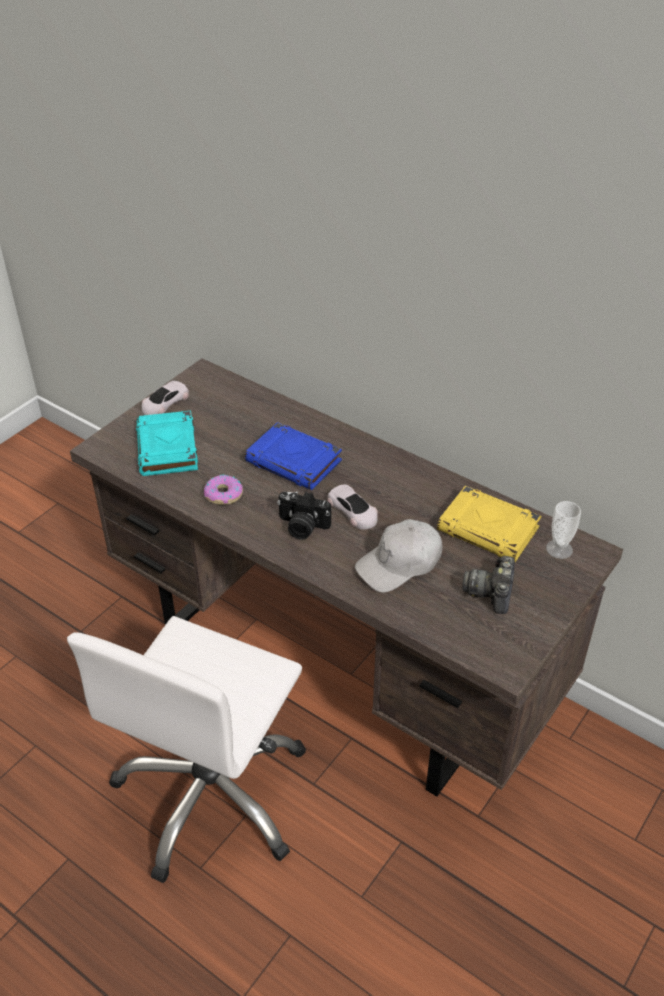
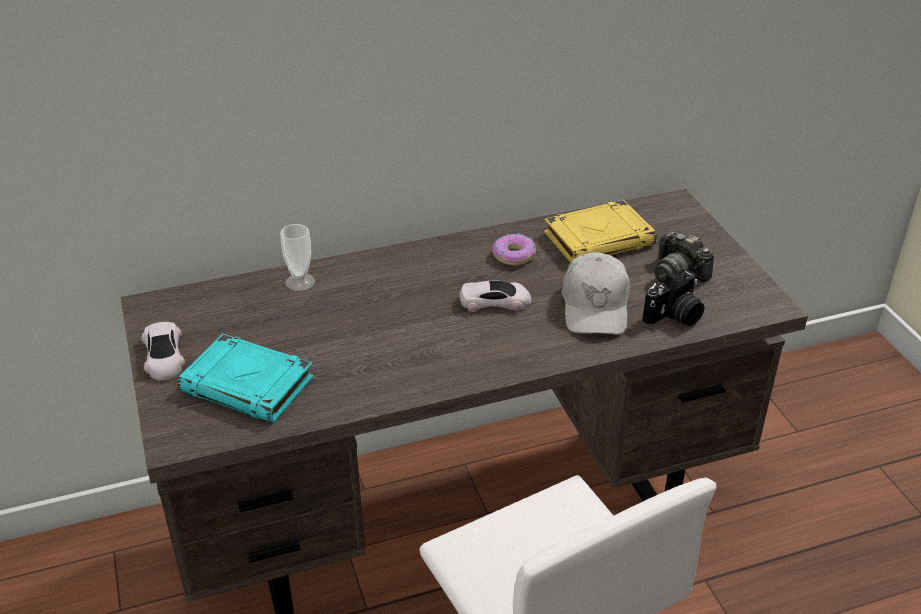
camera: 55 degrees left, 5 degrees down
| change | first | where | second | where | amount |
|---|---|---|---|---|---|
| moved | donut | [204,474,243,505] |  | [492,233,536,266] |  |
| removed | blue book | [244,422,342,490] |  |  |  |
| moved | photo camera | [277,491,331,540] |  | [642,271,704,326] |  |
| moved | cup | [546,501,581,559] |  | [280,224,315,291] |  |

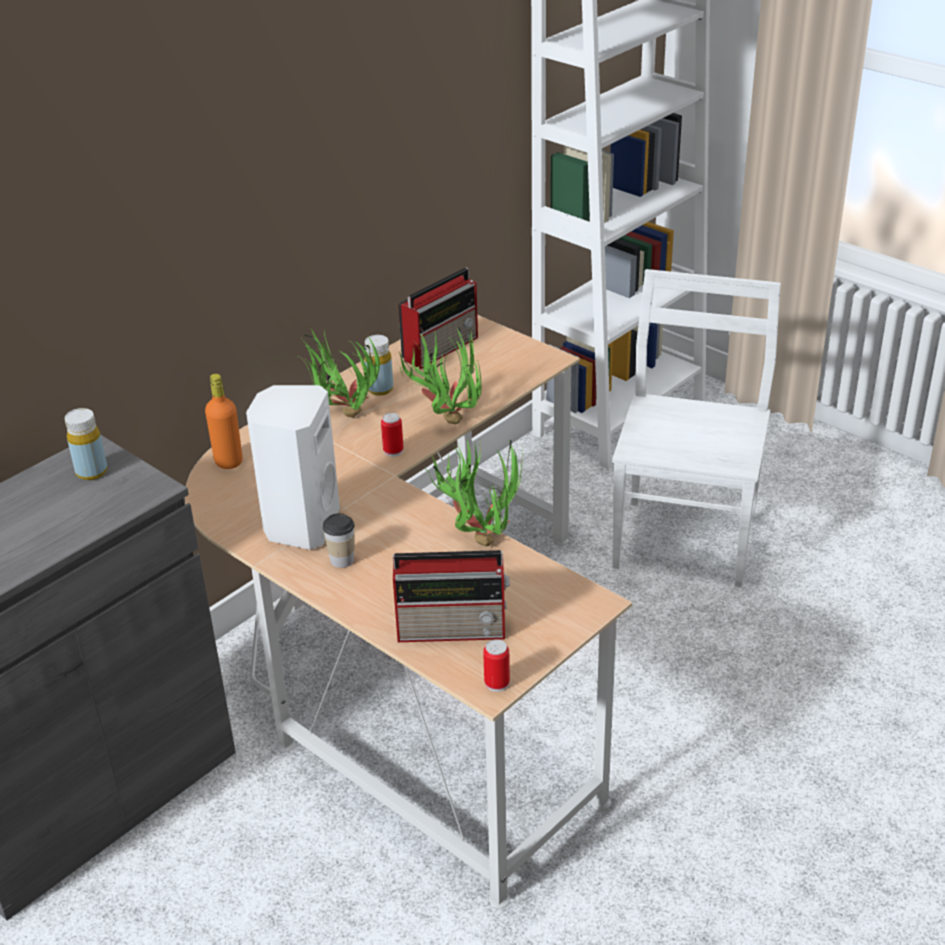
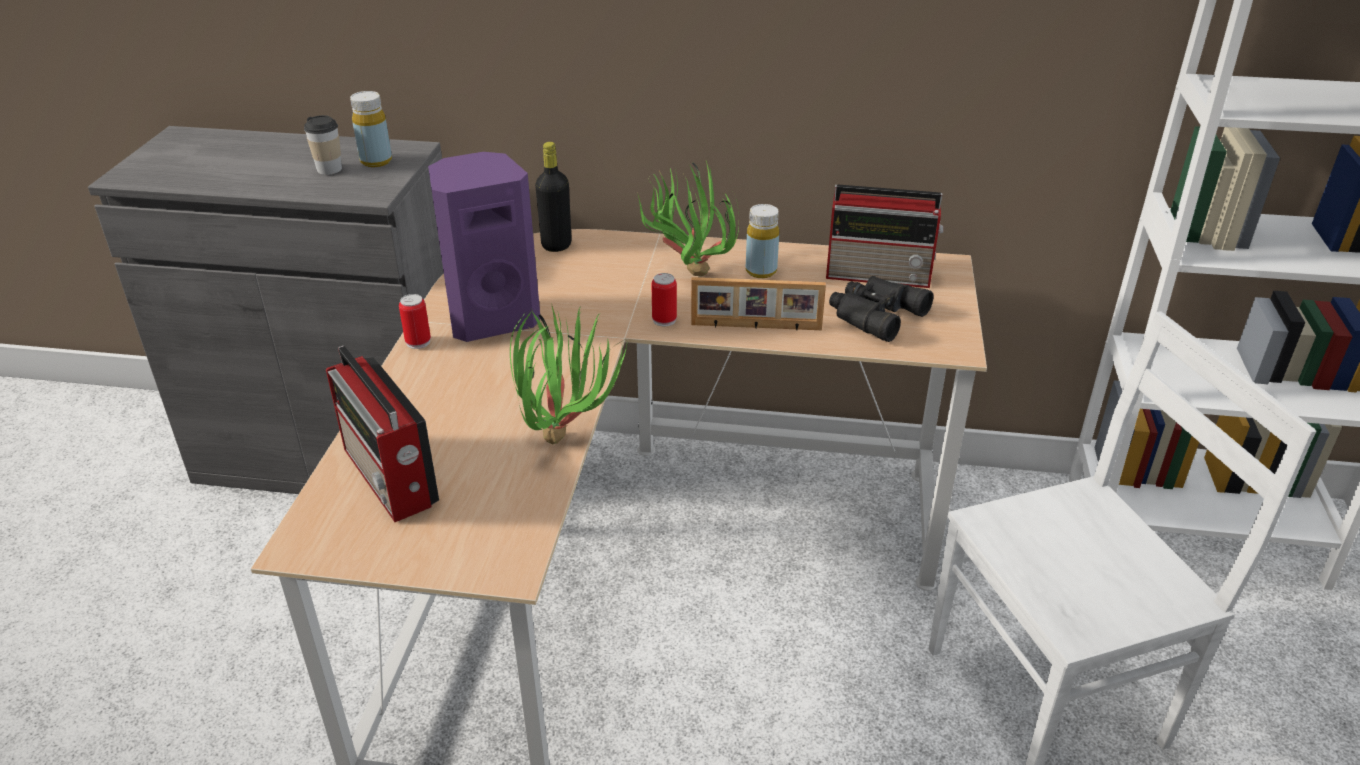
camera: 55 degrees right, 0 degrees up
| change | first | where | second | where | amount |
|---|---|---|---|---|---|
| recoloured | orange bottle | [205,374,243,469] | black bottle | [535,142,572,252] |  |
| recoloured | white speaker | [246,385,340,550] | purple speaker | [428,152,540,342] |  |
| moved | cup | [323,513,355,568] |  | [304,115,342,175] |  |
| replaced | potted plant | [399,327,482,424] | picture frame | [691,277,826,331] |  |
| moved | can | [483,639,510,692] |  | [399,294,431,349] |  |
| added |  |  | black binoculars | [829,276,933,342] |  |

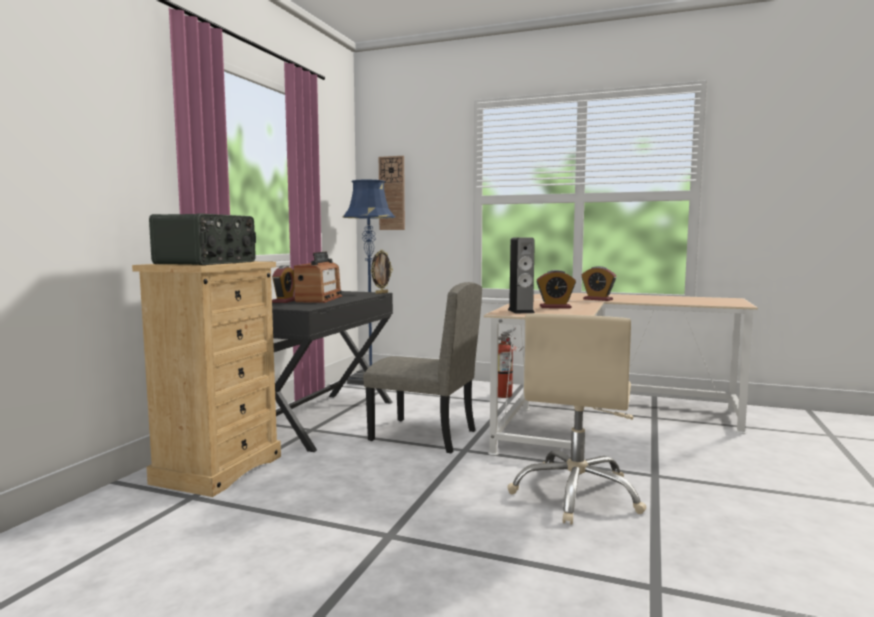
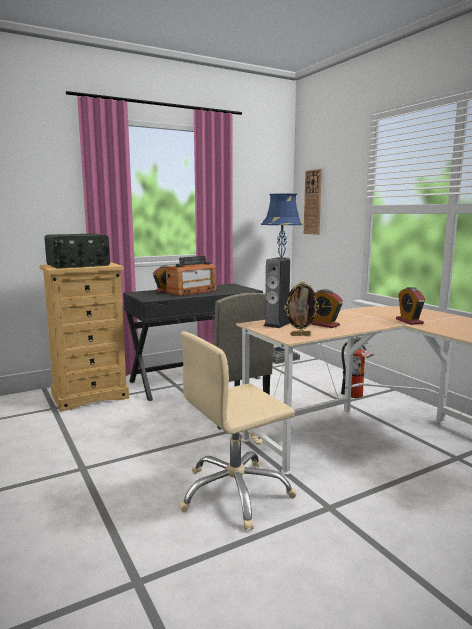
camera: 40 degrees right, 5 degrees up
| change | first | where | second | where | amount |
|---|---|---|---|---|---|
| moved | picture frame | [371,250,393,294] |  | [284,282,319,336] |  |

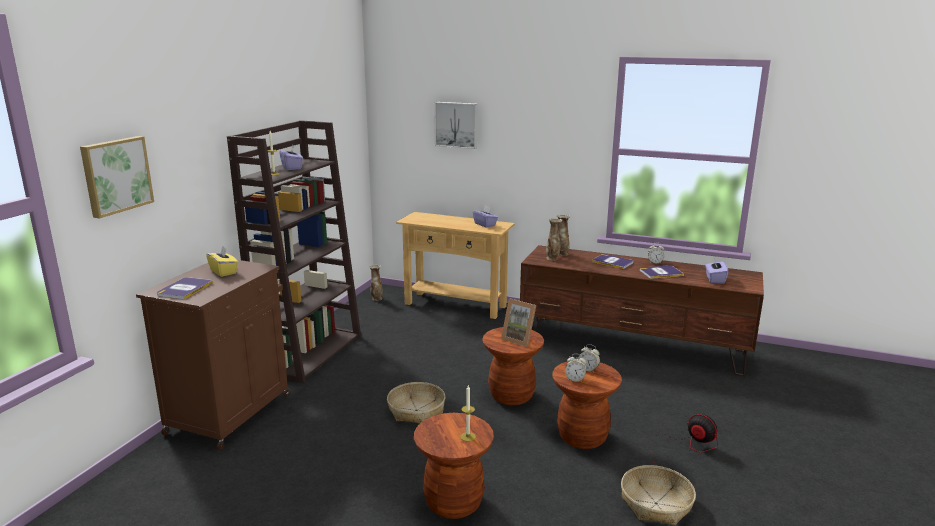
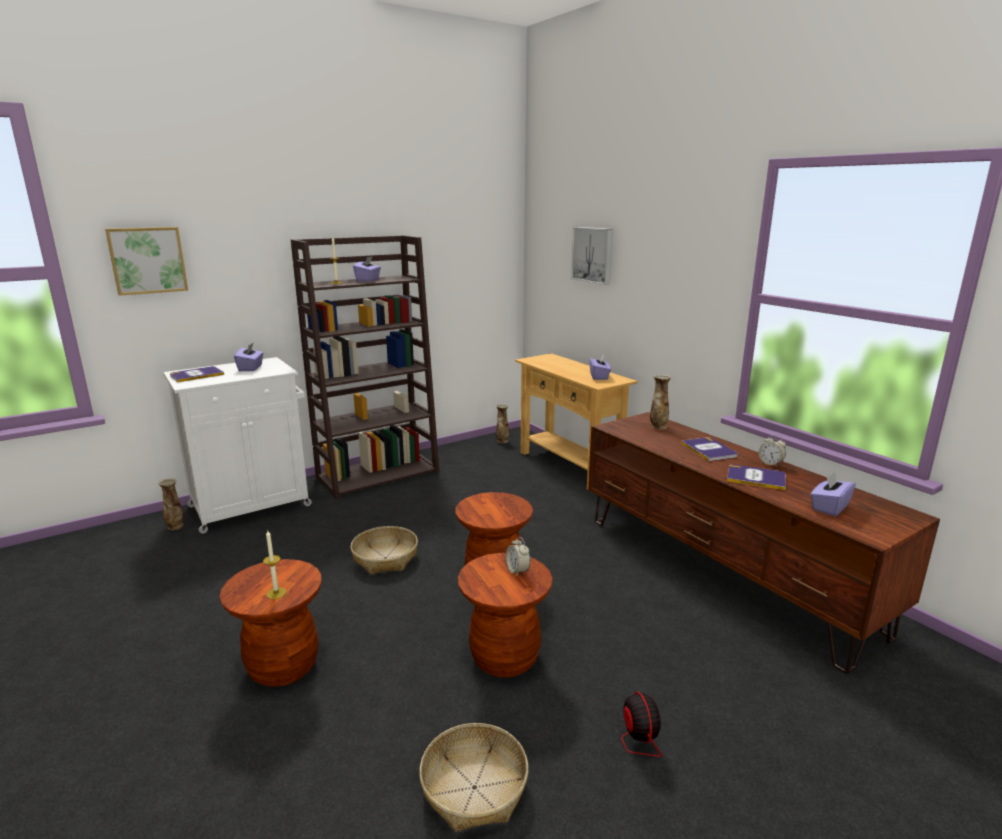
camera: 35 degrees right, 0 degrees up
| change | first | where | second | where | amount |
|---|---|---|---|---|---|
| recoloured | brown cabinet | [136,260,289,450] | white cabinet | [163,357,312,534] |  |
| recoloured | yellow tissue box | [206,245,238,277] | purple tissue box | [234,343,263,371] |  |
| removed | picture frame | [501,299,536,347] |  |  |  |
| moved | vase | [546,218,562,261] |  | [158,478,184,530] |  |
| removed | alarm clock | [565,354,587,382] |  |  |  |

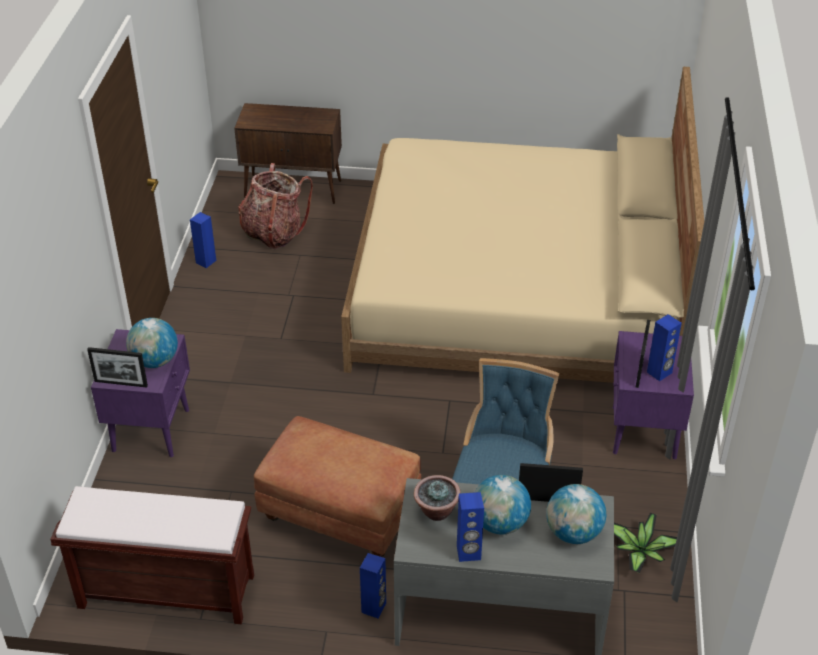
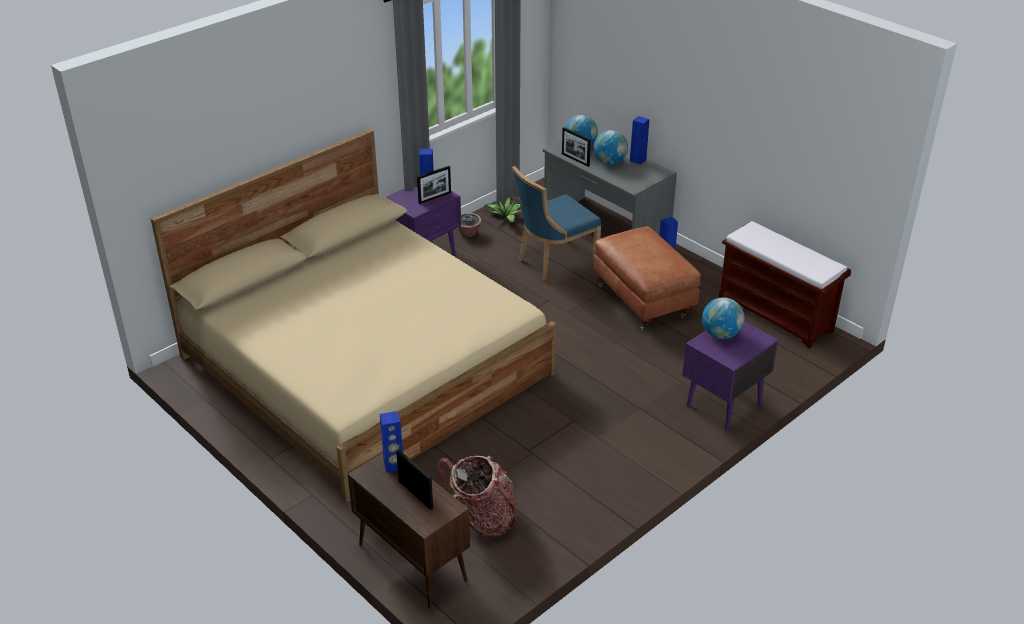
camera: 140 degrees left, 5 degrees down
| change | first | where | second | where | amount |
|---|---|---|---|---|---|
| moved | picture frame | [87,347,148,388] |  | [396,450,433,510] |  |
| moved | blue speaker | [190,212,216,268] |  | [380,411,403,473] |  |
| moved | potted plant | [414,475,461,521] |  | [458,213,482,237] |  |

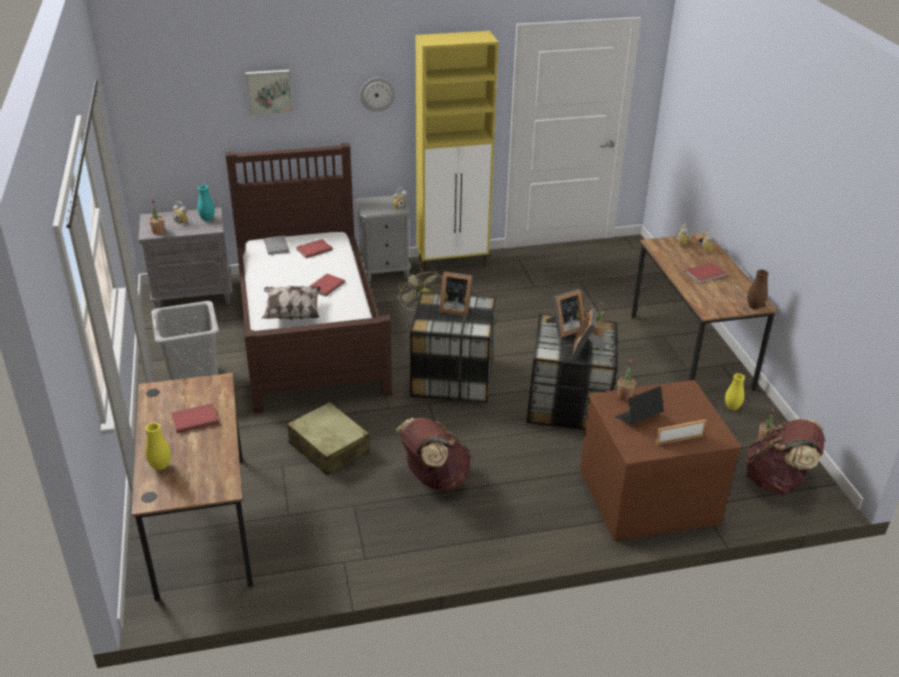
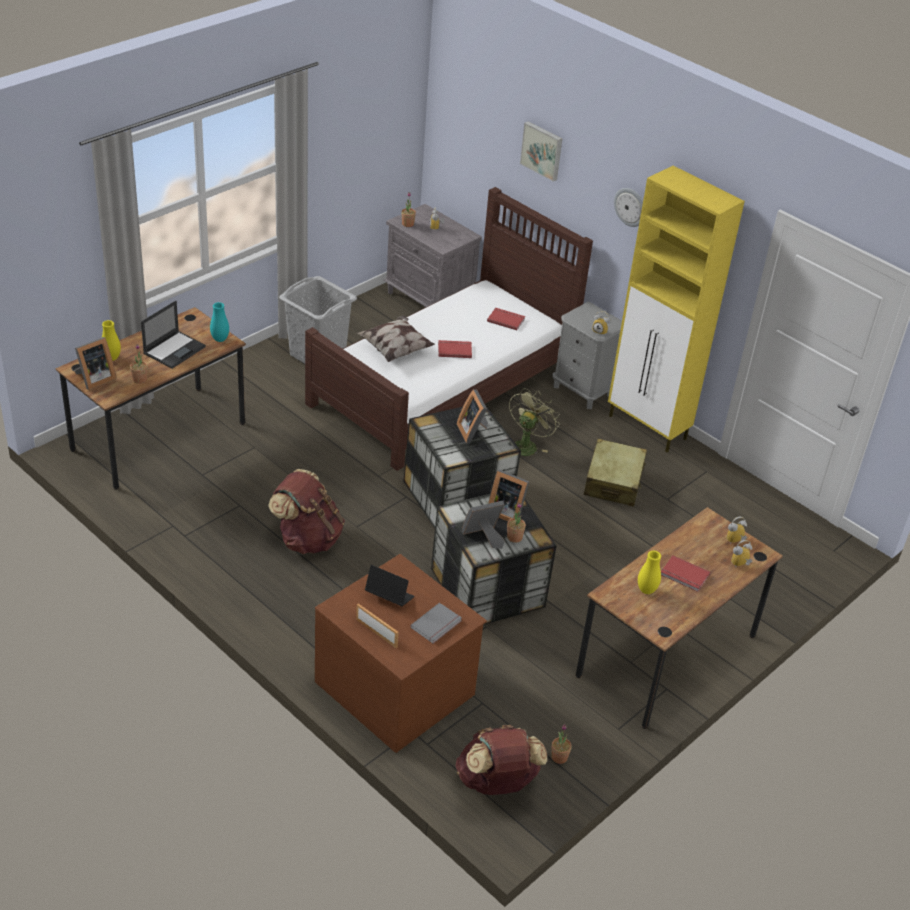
camera: 55 degrees right, 5 degrees up
| change | first | where | second | where | amount |
|---|---|---|---|---|---|
| replaced | red book | [171,403,219,433] | laptop | [141,301,206,369] |  |
| moved | turquoise vase | [198,185,215,221] |  | [210,302,229,342] |  |
| moved | grey book | [264,235,289,255] |  | [410,602,462,644] |  |
| moved | beige suitcase | [287,402,369,476] |  | [584,439,647,506] |  |
| moved | potted plant | [617,359,636,401] |  | [130,344,148,384] |  |
| moved | yellow vase | [725,373,745,410] |  | [638,551,661,594] |  |
| removed | brown vase | [747,270,769,309] |  |  |  |
| added |  |  | picture frame | [74,337,117,390] |  |

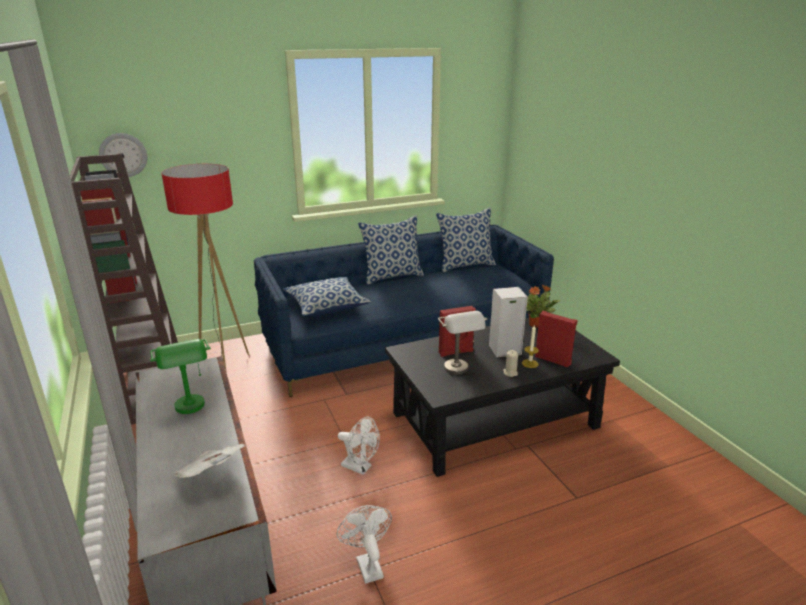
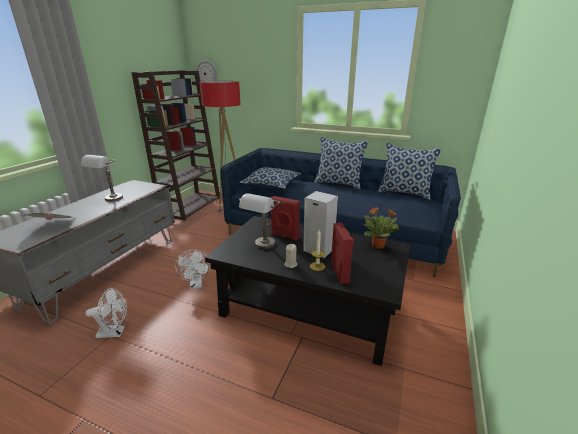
camera: 45 degrees right, 0 degrees up
| change | first | where | second | where | amount |
|---|---|---|---|---|---|
| recoloured | green table lamp | [150,339,211,414] | grey table lamp | [81,155,123,202] |  |
| turned | white fan | [337,505,392,584] |  | [85,288,127,338] | 60 degrees clockwise |

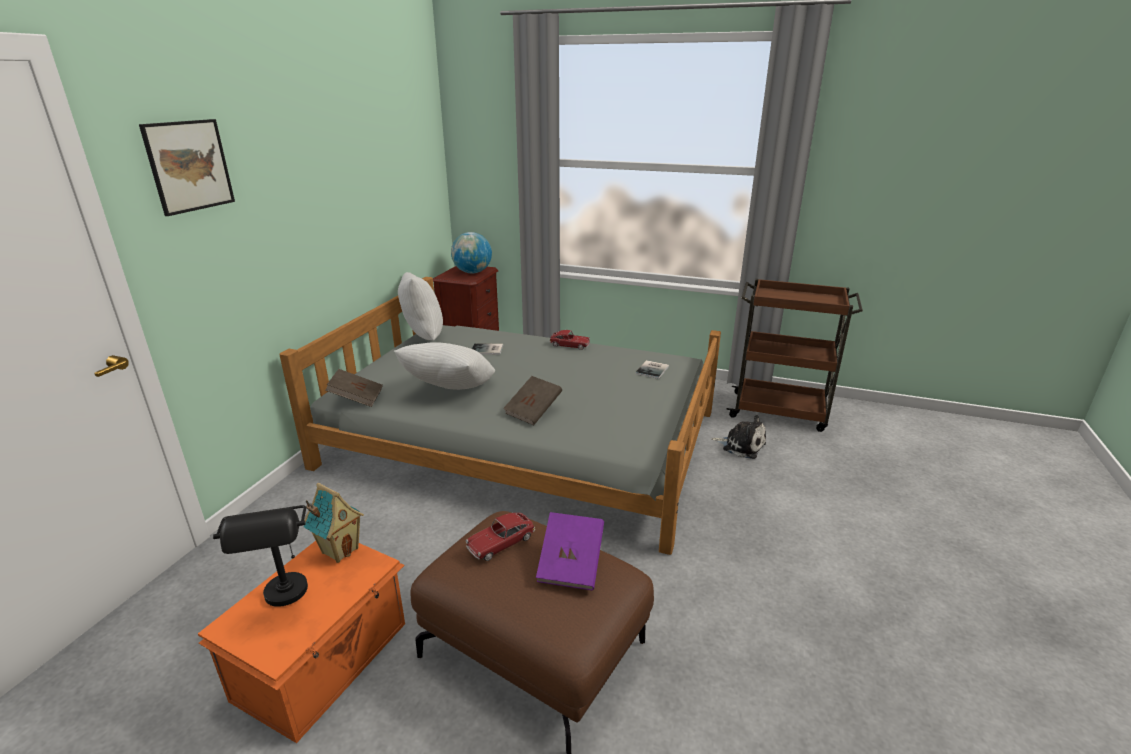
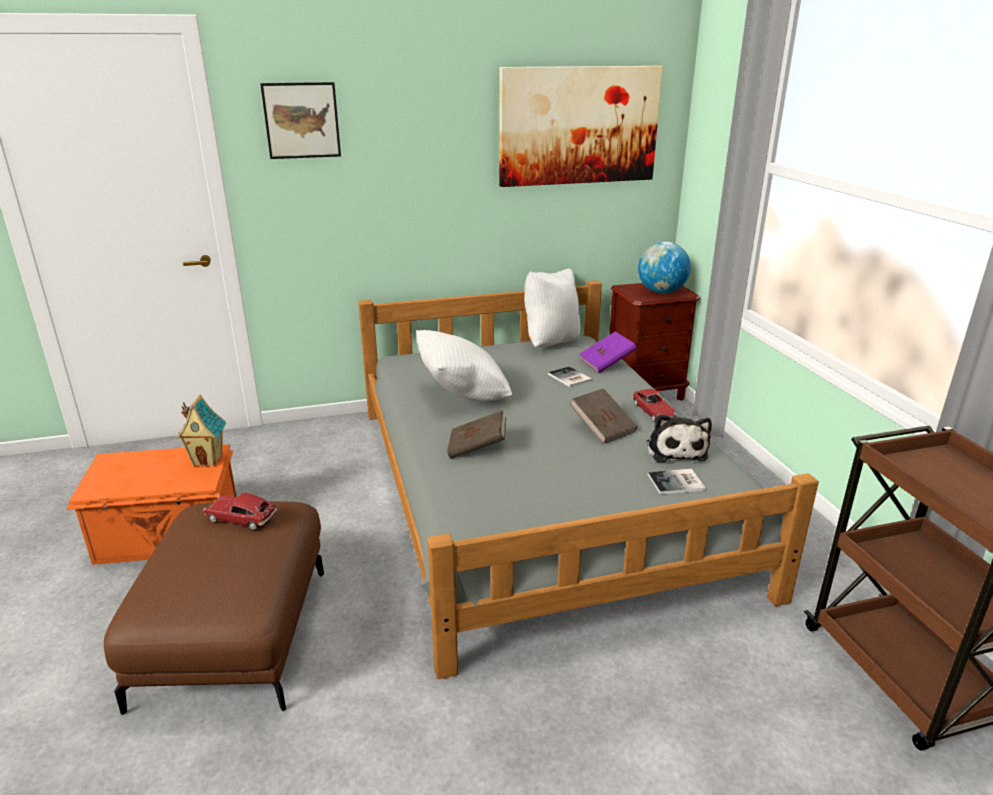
camera: 55 degrees right, 0 degrees up
| change | first | where | second | where | amount |
|---|---|---|---|---|---|
| removed | black table lamp | [213,505,308,607] |  |  |  |
| moved | brown book | [325,369,383,407] |  | [570,388,637,444] |  |
| moved | purple book | [536,512,604,590] |  | [579,331,637,373] |  |
| moved | plush toy | [711,415,766,459] |  | [647,414,712,462] |  |
| added |  |  | picture | [499,66,663,187] |  |

